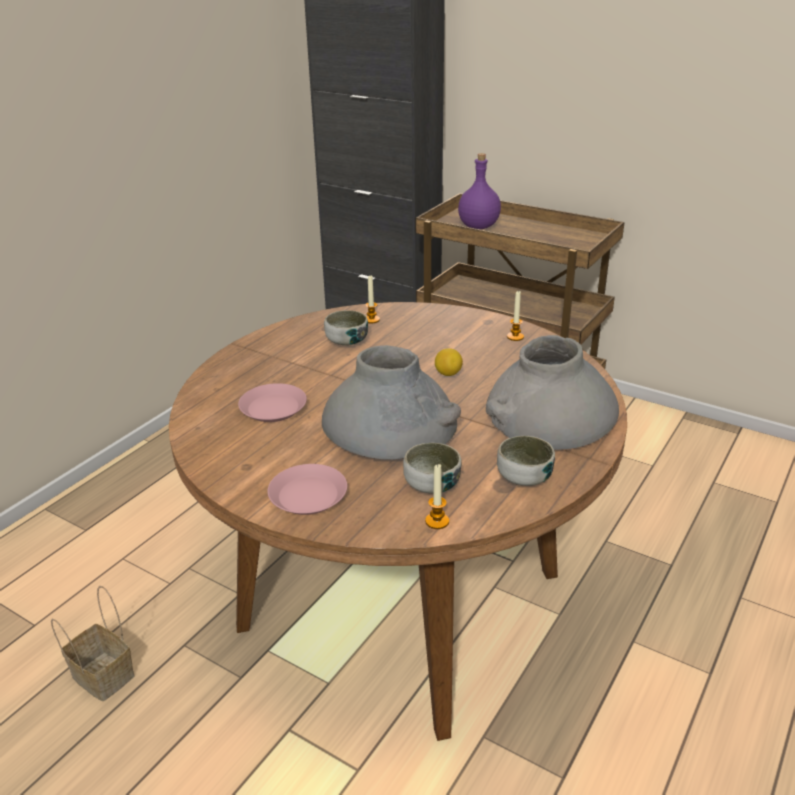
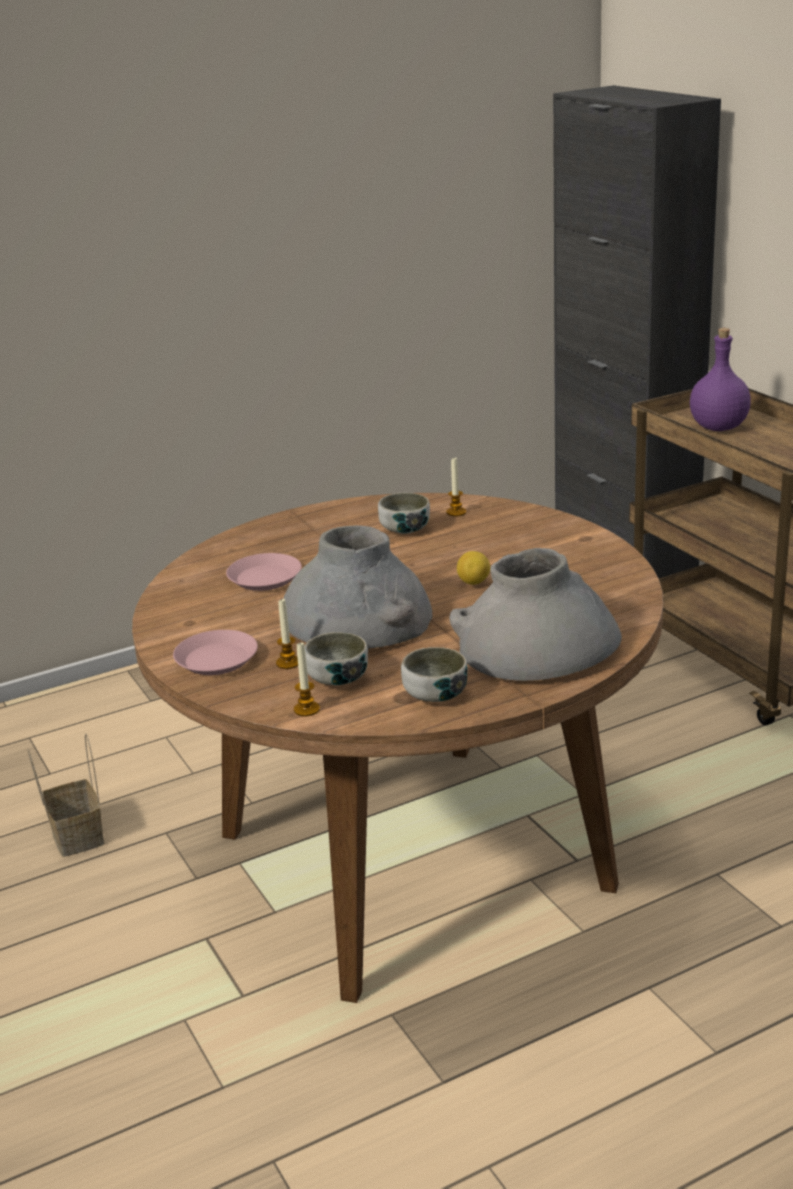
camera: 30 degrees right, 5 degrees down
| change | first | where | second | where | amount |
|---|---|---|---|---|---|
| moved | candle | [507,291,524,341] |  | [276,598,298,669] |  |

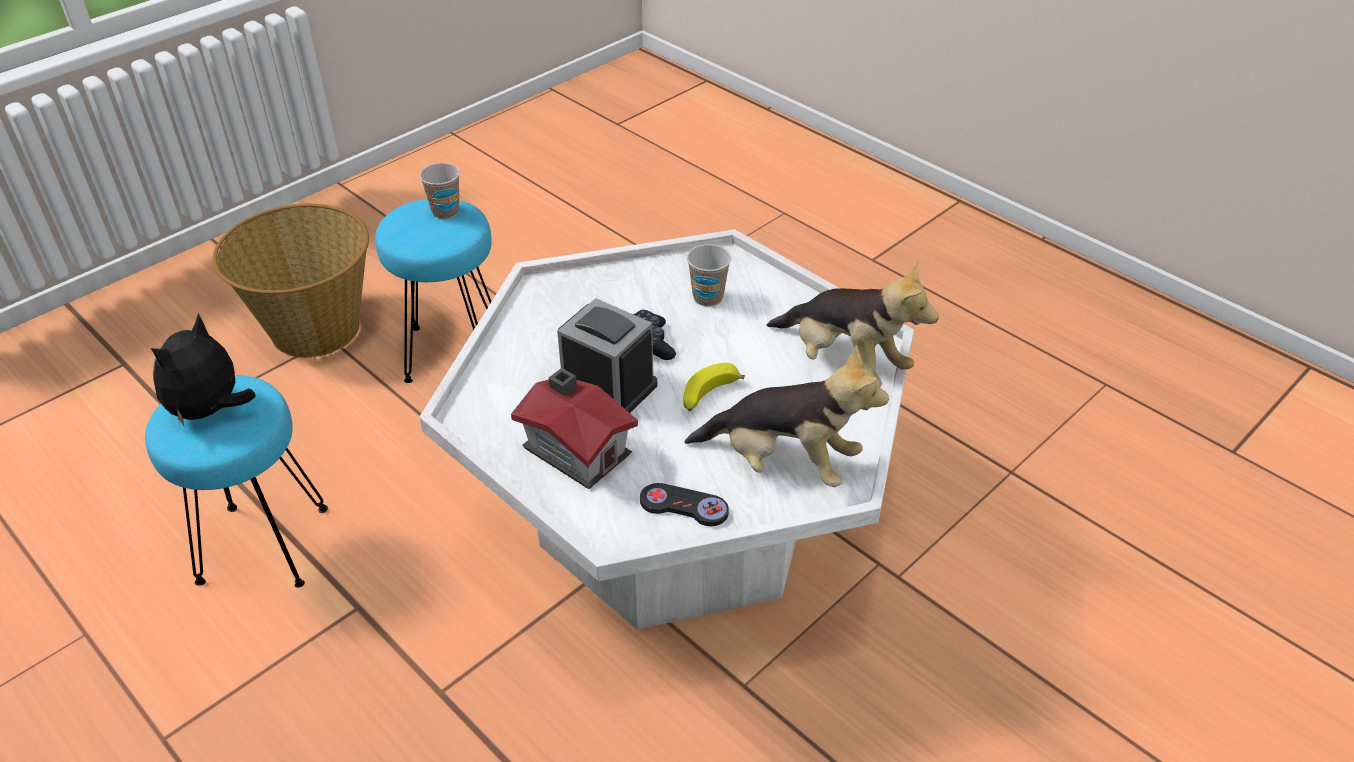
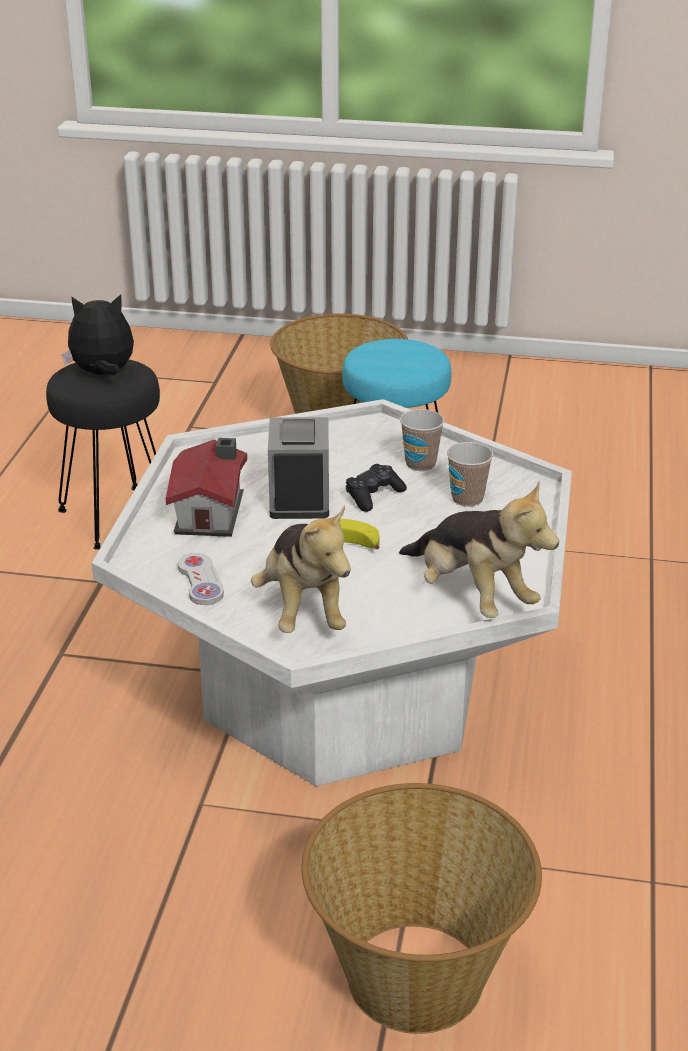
camera: 55 degrees right, 10 degrees down
| change | first | where | second | where | amount |
|---|---|---|---|---|---|
| recoloured | turquoise stool | [145,375,328,588] | black stool | [46,360,160,550] |  |
| moved | cup | [419,163,460,219] |  | [400,409,445,471] |  |
| recoloured | black game controller | [640,483,729,526] | white game controller | [178,553,224,605] |  |
| turned | plush toy | [767,261,939,387] |  | [399,481,559,618] | 45 degrees counterclockwise |
| added |  |  | basket | [302,783,542,1034] |  |

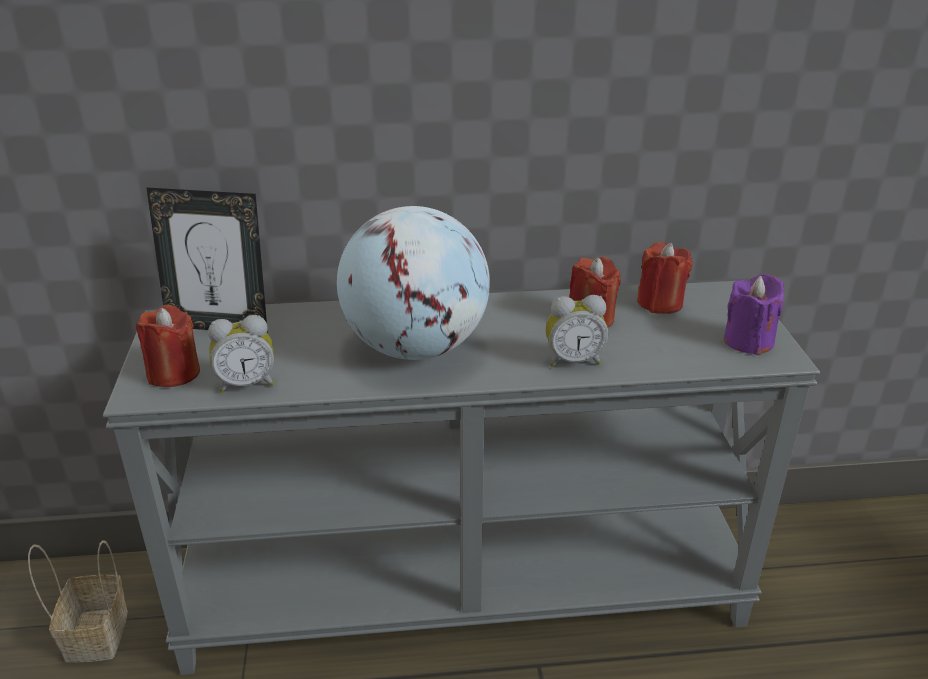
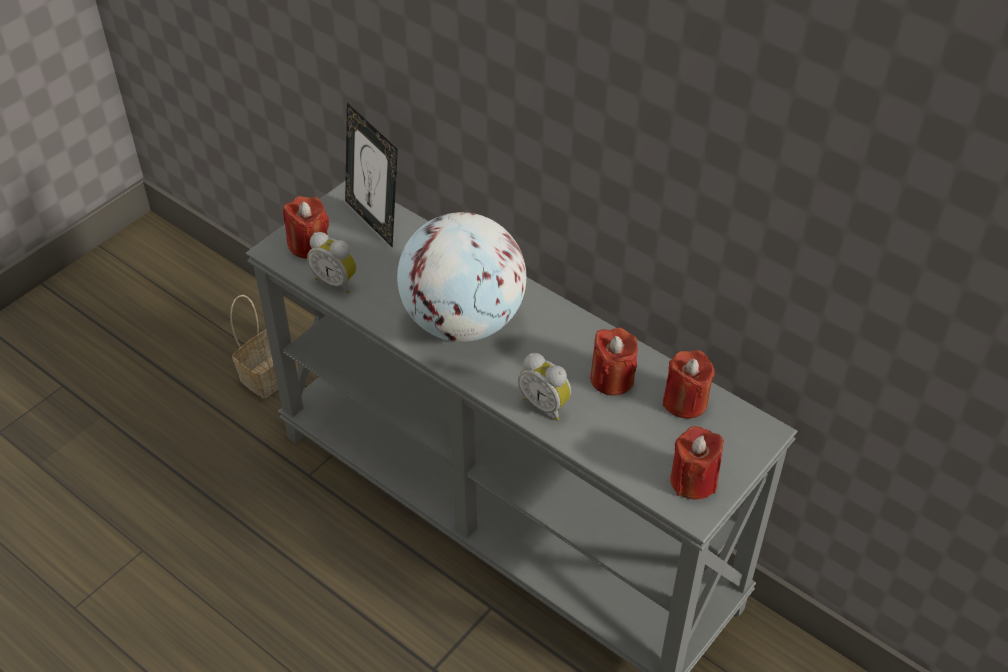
camera: 45 degrees right, 15 degrees up
| change | first | where | second | where | amount |
|---|---|---|---|---|---|
| recoloured | purple candle | [724,274,784,355] | red candle | [670,426,724,500] |  |

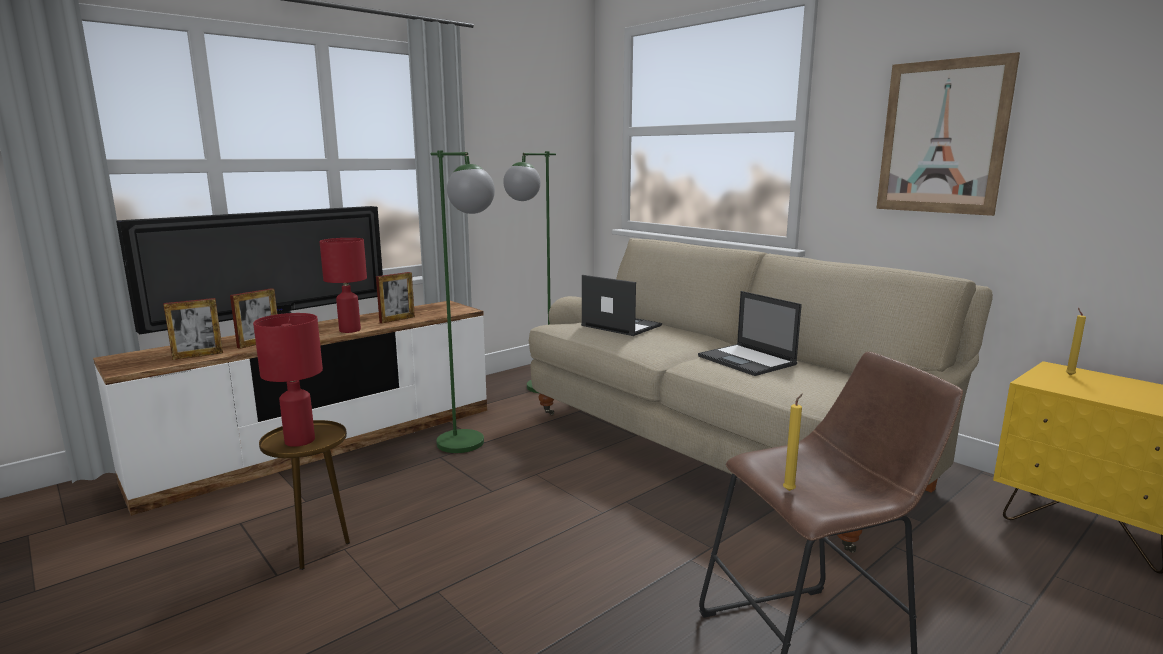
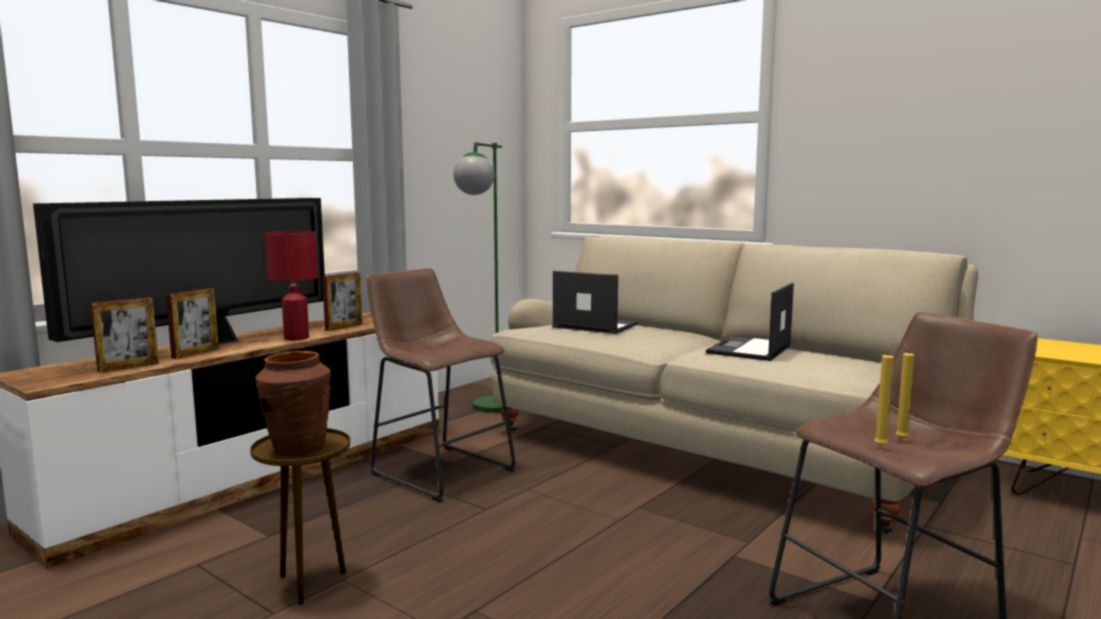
camera: 10 degrees left, 5 degrees down
| change | first | where | second | where | amount |
|---|---|---|---|---|---|
| replaced | red table lamp | [253,313,323,447] | brown vase | [255,351,331,456] |  |
| replaced | green floor lamp | [430,150,495,453] | brown stool | [366,268,516,502] |  |
| turned | laptop | [698,291,802,376] |  | [706,283,794,361] | 75 degrees clockwise |
| removed | picture | [876,52,1020,216] |  |  |  |
| moved | yellow candle | [1066,308,1086,375] |  | [896,342,914,439] |  |

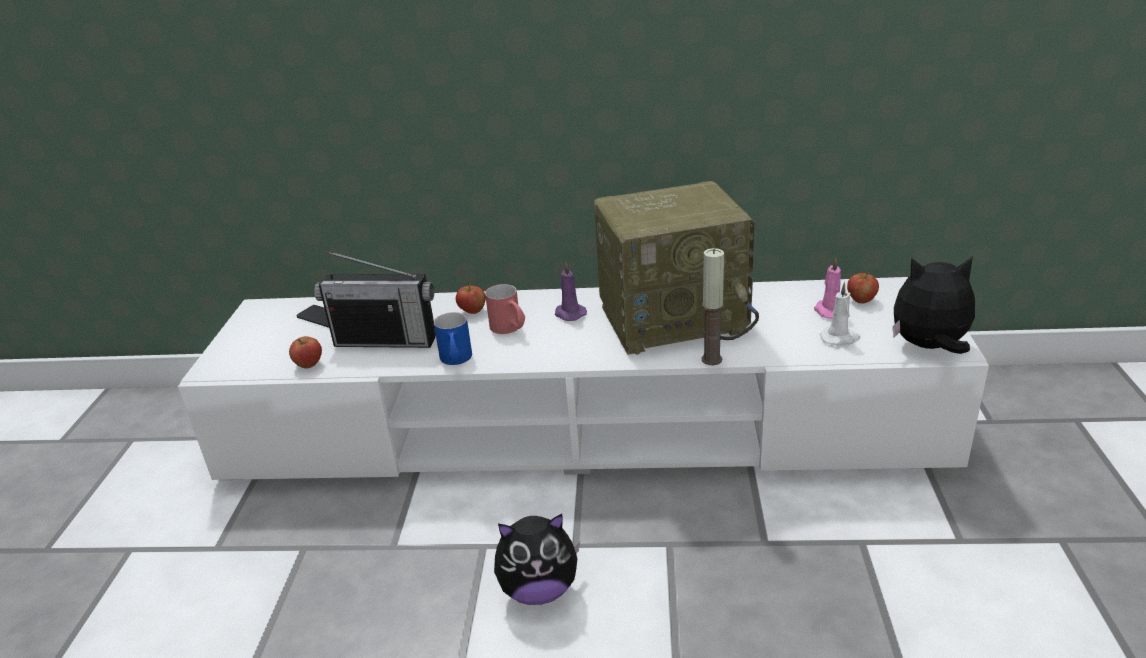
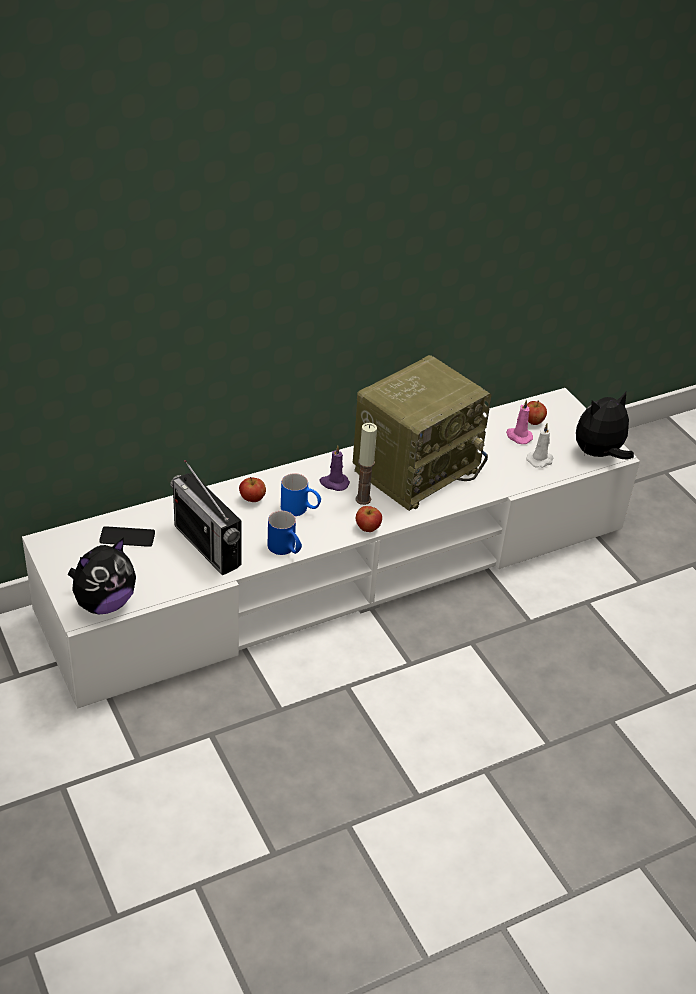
camera: 35 degrees left, 10 degrees up
| change | first | where | second | where | amount |
|---|---|---|---|---|---|
| moved | apple | [289,336,322,368] |  | [356,506,382,532] |  |
| turned | radio | [314,251,436,348] |  | [170,460,241,575] | 75 degrees clockwise |
| recoloured | red mug | [485,284,525,334] | blue mug | [281,473,321,516] |  |
| moved | plush toy | [494,514,580,605] |  | [68,538,136,614] |  |
| moved | candle | [702,248,724,365] |  | [356,423,377,505] |  |

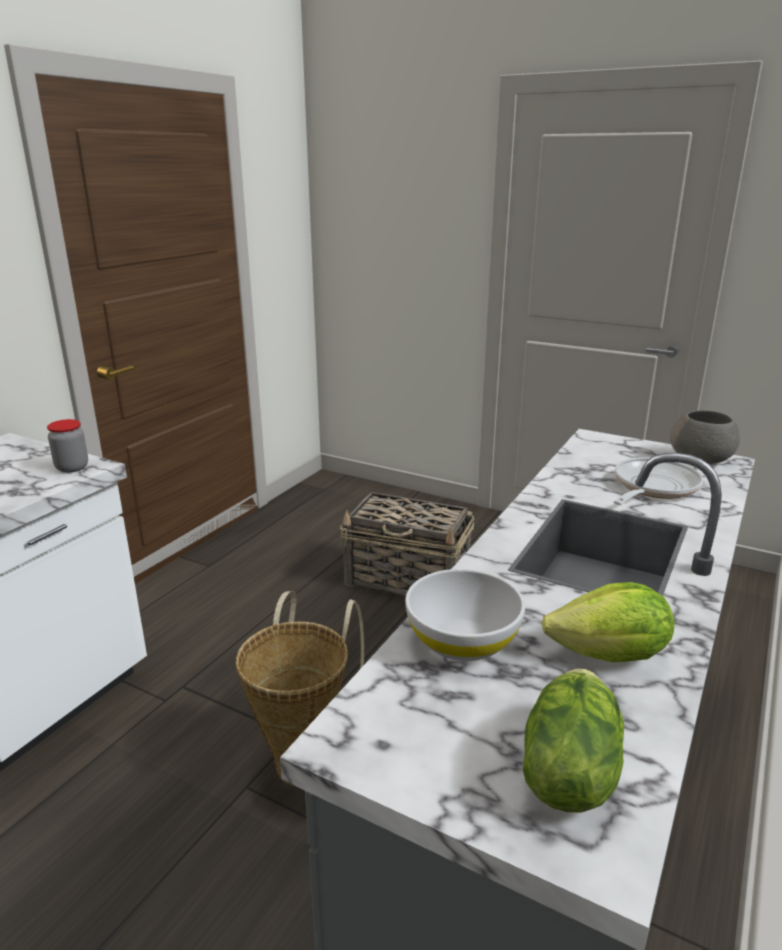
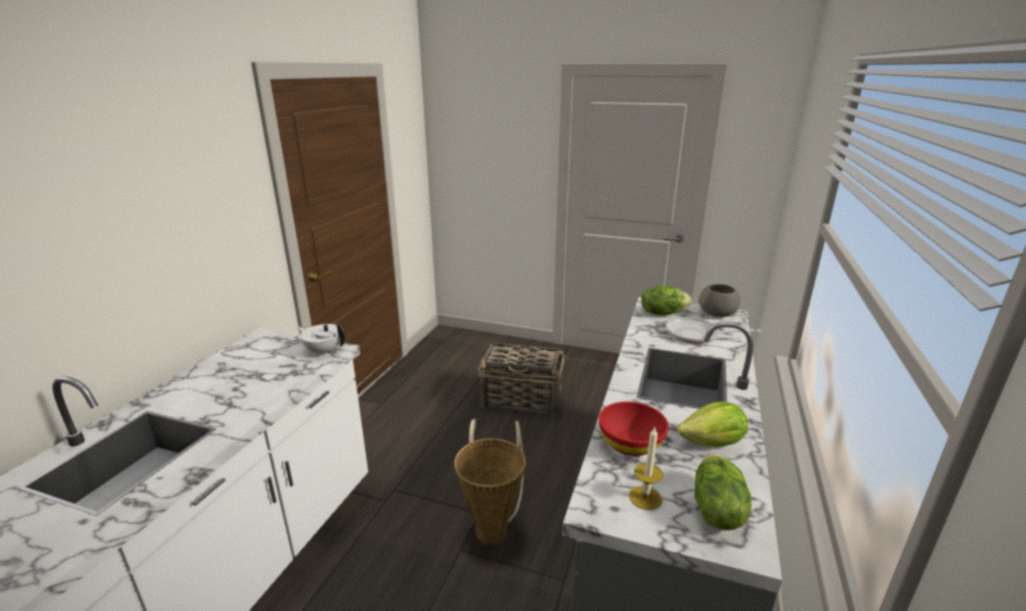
camera: 10 degrees left, 0 degrees up
| change | first | where | second | where | amount |
|---|---|---|---|---|---|
| replaced | jar | [47,419,88,473] | white teapot | [297,323,345,356] |  |
| recoloured | white bowl | [405,569,525,661] | red bowl | [599,401,669,456] |  |
| turned | frying pan | [613,457,703,505] |  | [666,317,761,344] | 105 degrees counterclockwise |
| added |  |  | candle | [629,427,663,510] |  |
| added |  |  | lettuce | [641,286,691,315] |  |

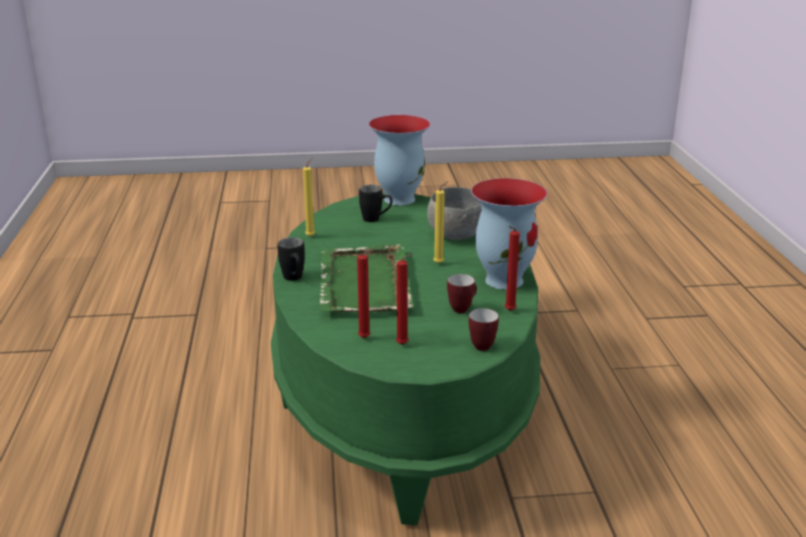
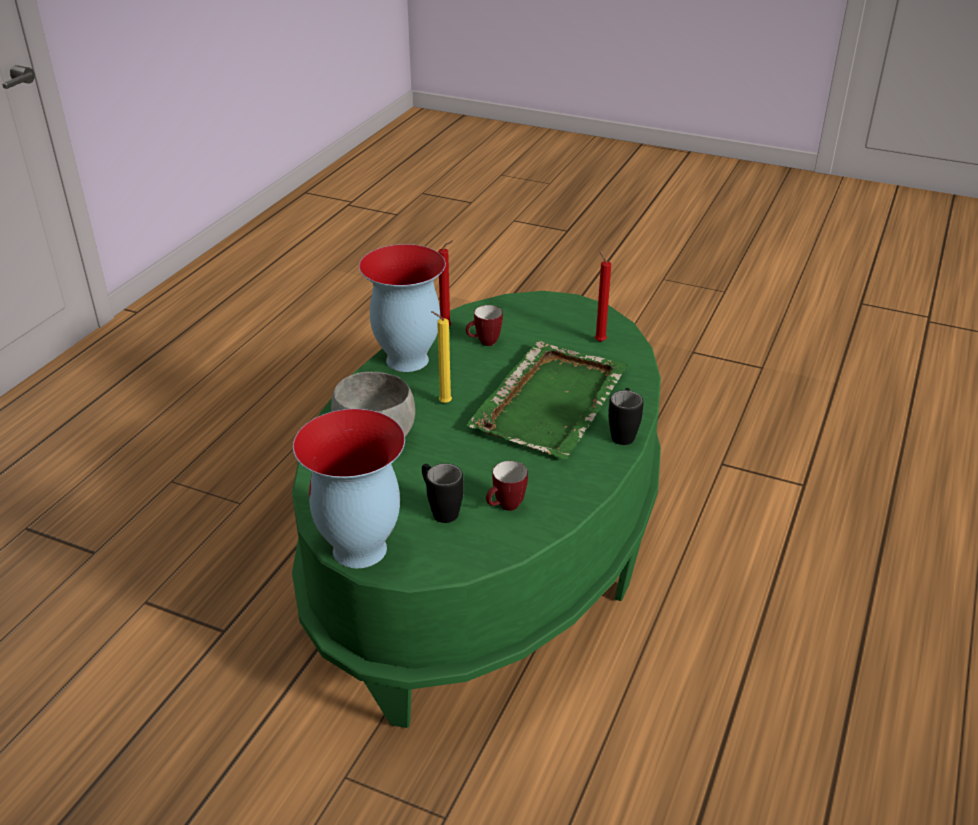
camera: 150 degrees left, 10 degrees up
| change | first | where | second | where | amount |
|---|---|---|---|---|---|
| removed | yellow candle | [303,158,315,237] |  |  |  |
| removed | red candle | [396,254,413,345] |  |  |  |
| moved | mug | [469,308,499,351] |  | [486,461,528,511] |  |

